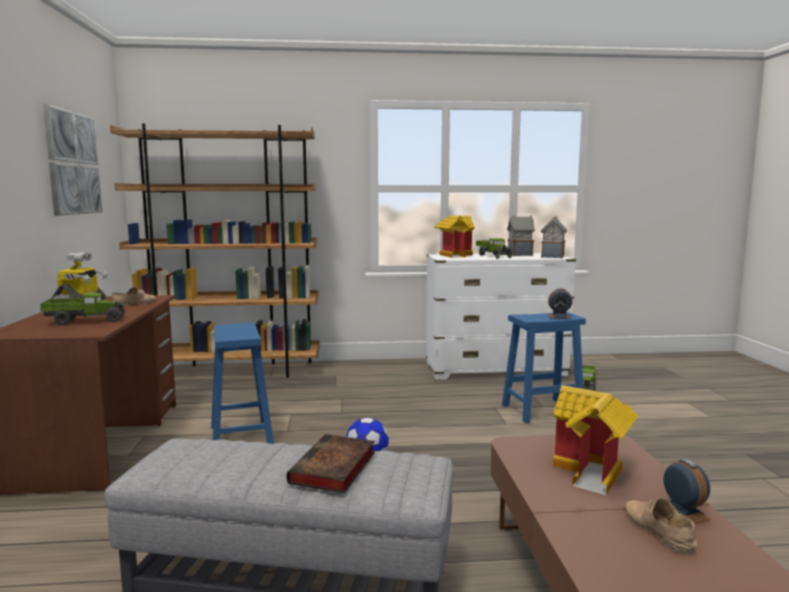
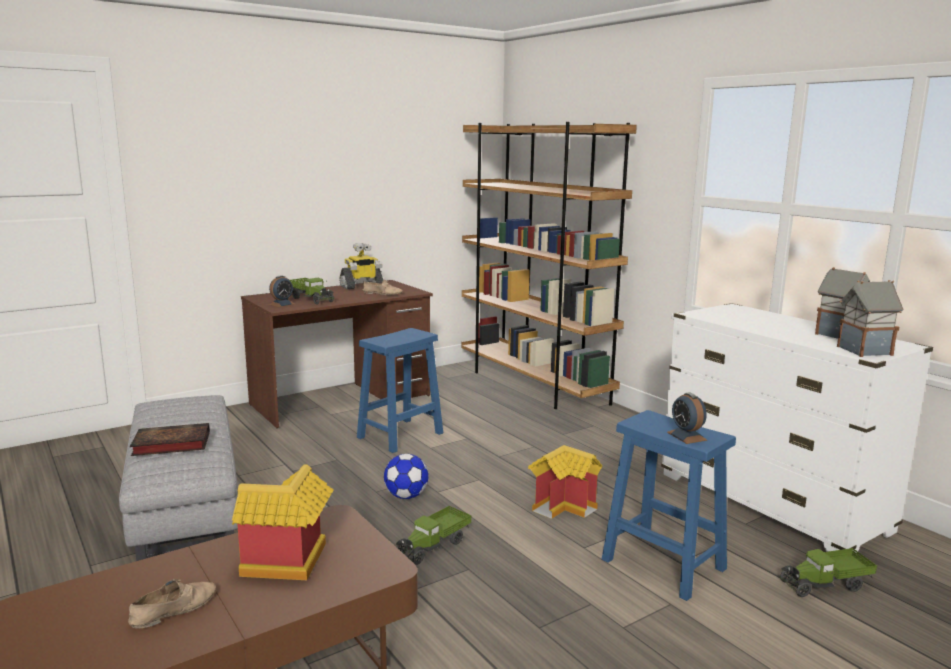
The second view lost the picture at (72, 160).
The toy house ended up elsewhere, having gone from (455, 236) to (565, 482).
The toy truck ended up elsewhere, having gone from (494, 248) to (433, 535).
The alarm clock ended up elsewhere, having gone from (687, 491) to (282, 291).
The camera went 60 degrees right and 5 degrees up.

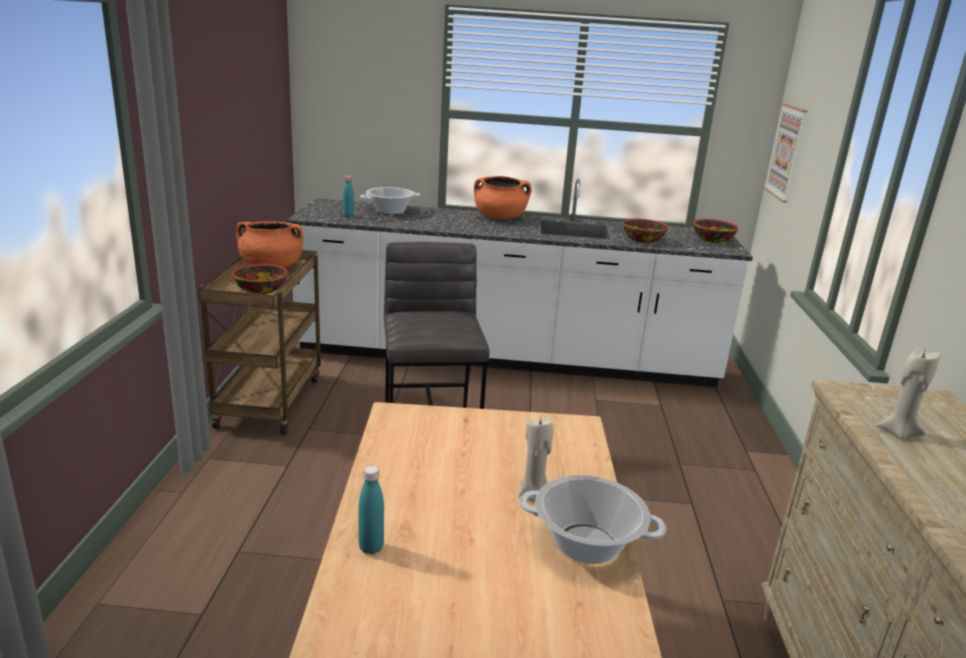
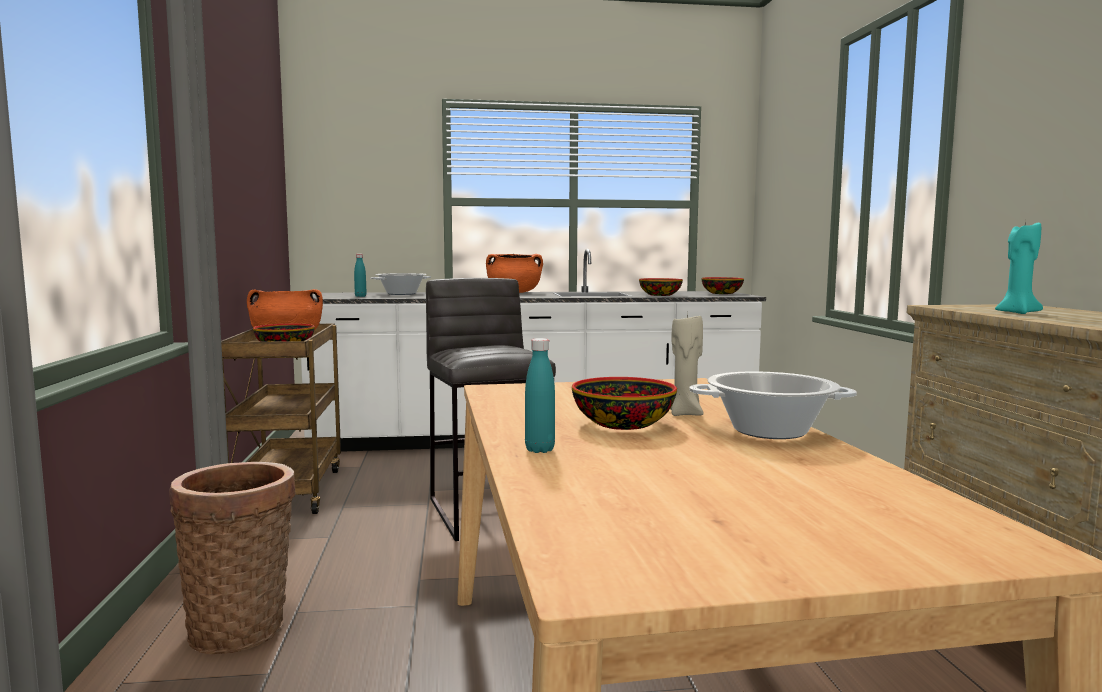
The second view lost the picture at (786, 153).
What was the beige candle at (908, 394) turned into the turquoise candle at (1019, 267).
The second view gained the basket at (232, 558).
The second view gained the bowl at (624, 403).
The camera went 10 degrees left and 15 degrees down.

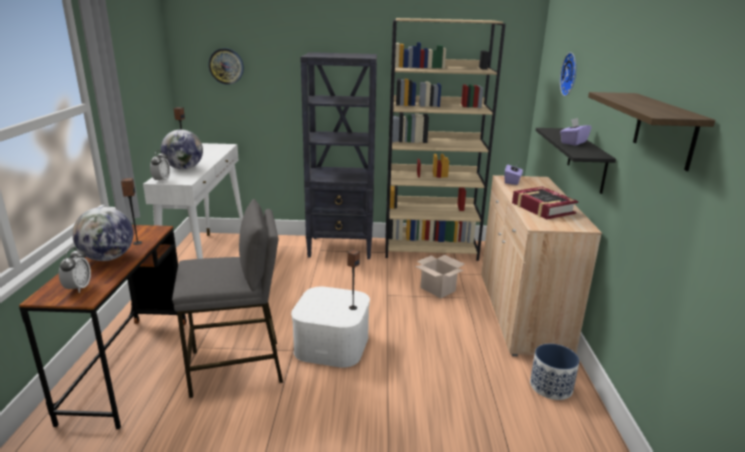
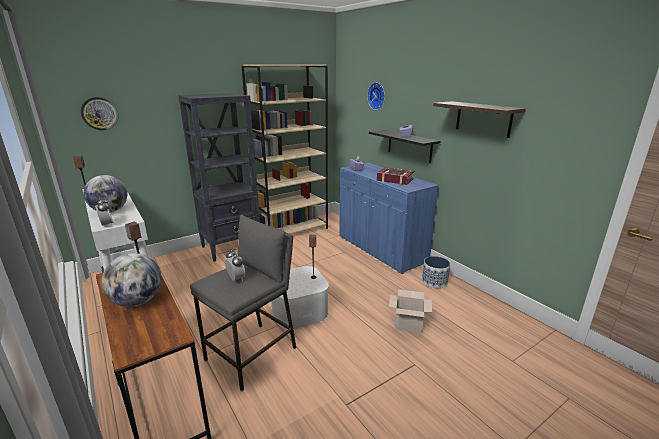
The alarm clock ended up elsewhere, having gone from (75, 270) to (235, 265).
The cardboard box ended up elsewhere, having gone from (439, 276) to (410, 311).
What was the beige cabinet at (541, 265) turned into the blue cabinet at (389, 218).
The camera went 35 degrees left and 0 degrees up.

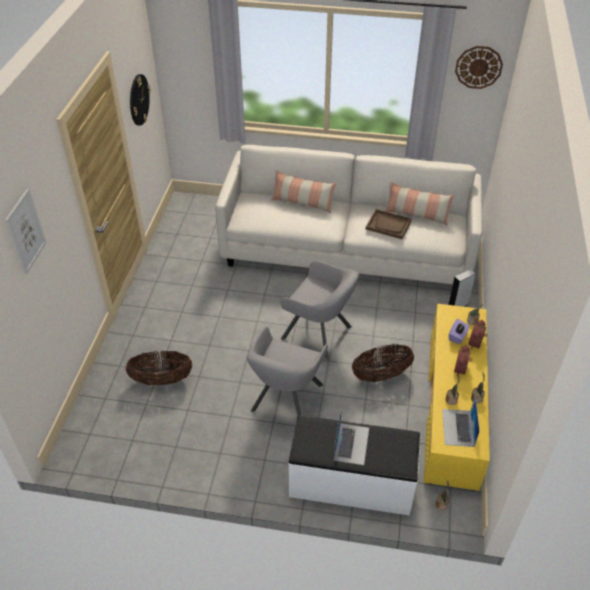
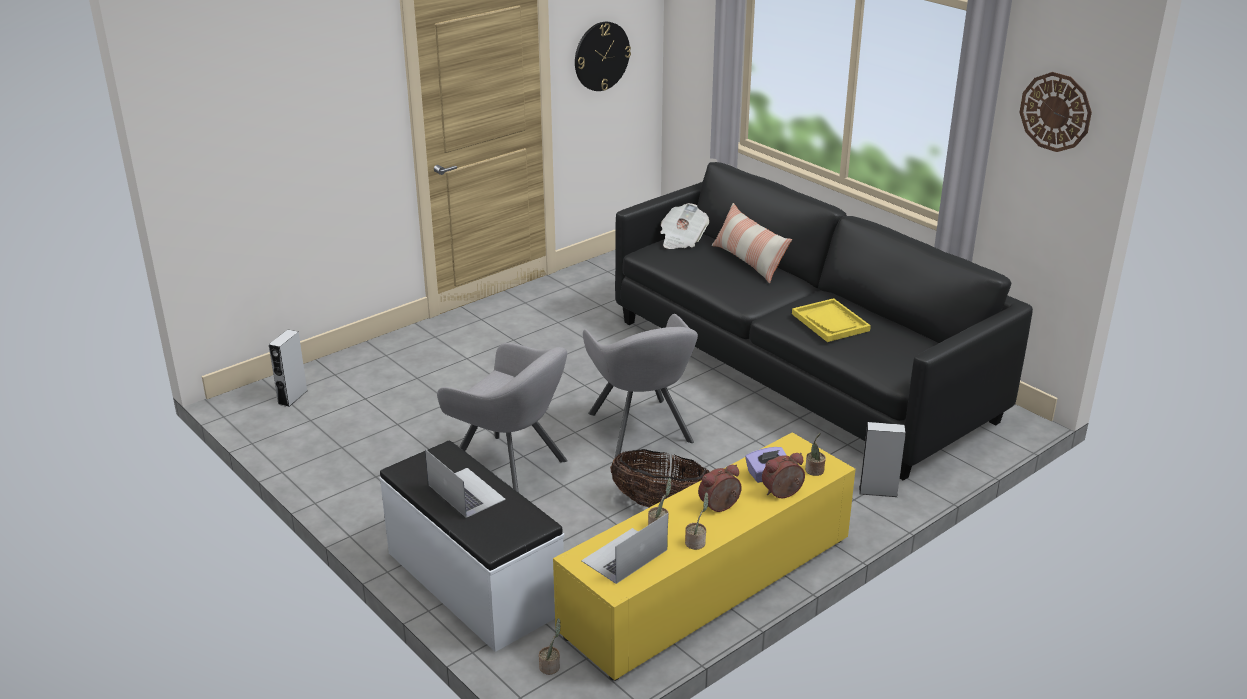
The second view lost the picture at (25, 232).
The second view lost the basket at (159, 368).
What was the white sofa at (348, 214) turned into the black sofa at (824, 321).
The grey armchair at (287, 371) ended up facing another way, 120 degrees counterclockwise from before.
The laptop at (351, 436) ended up facing another way, 90 degrees counterclockwise from before.
What was the brown tray at (389, 224) turned into the yellow tray at (831, 320).
The second view lost the pillow at (419, 204).
The second view gained the grey speaker at (288, 368).
The second view gained the newspaper at (684, 226).
The camera went 40 degrees right and 15 degrees down.

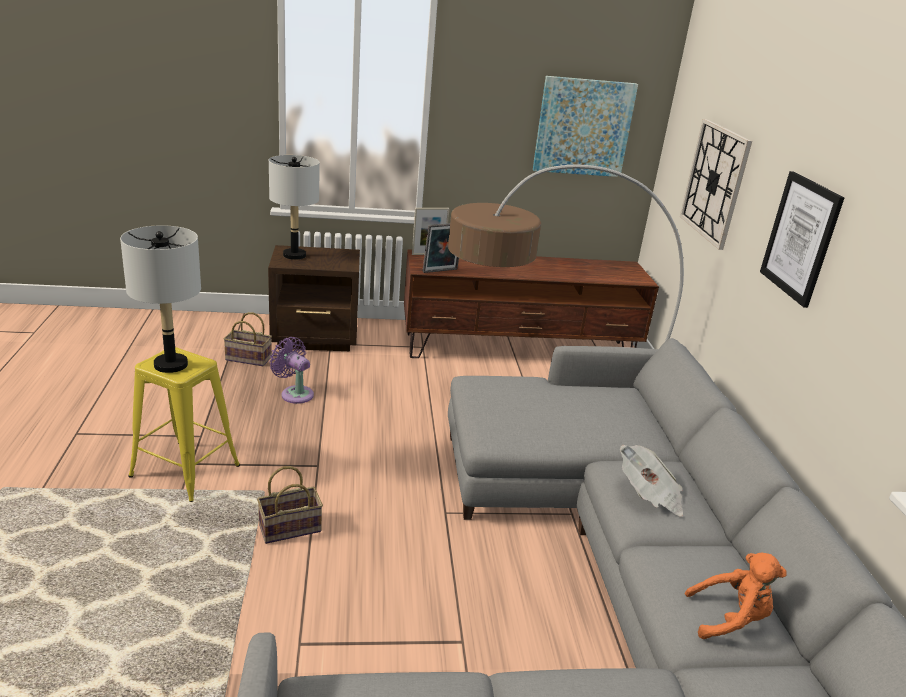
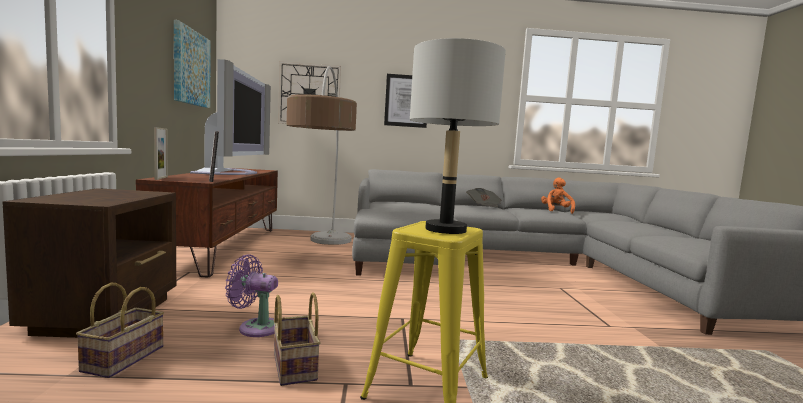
The basket ended up elsewhere, having gone from (290, 505) to (297, 339).
The second view lost the grey table lamp at (294, 207).
The purple fan at (291, 370) ended up facing another way, 60 degrees clockwise from before.
The second view gained the television at (230, 117).
The camera went 85 degrees left and 20 degrees down.

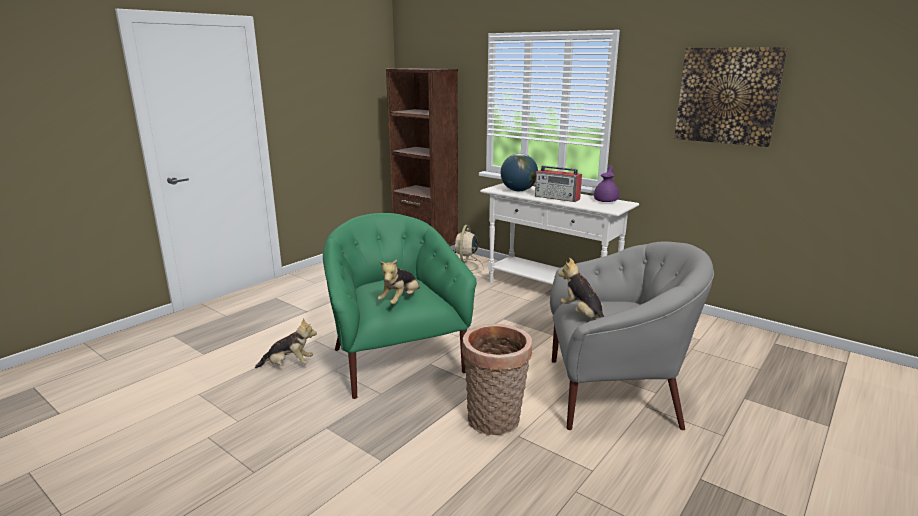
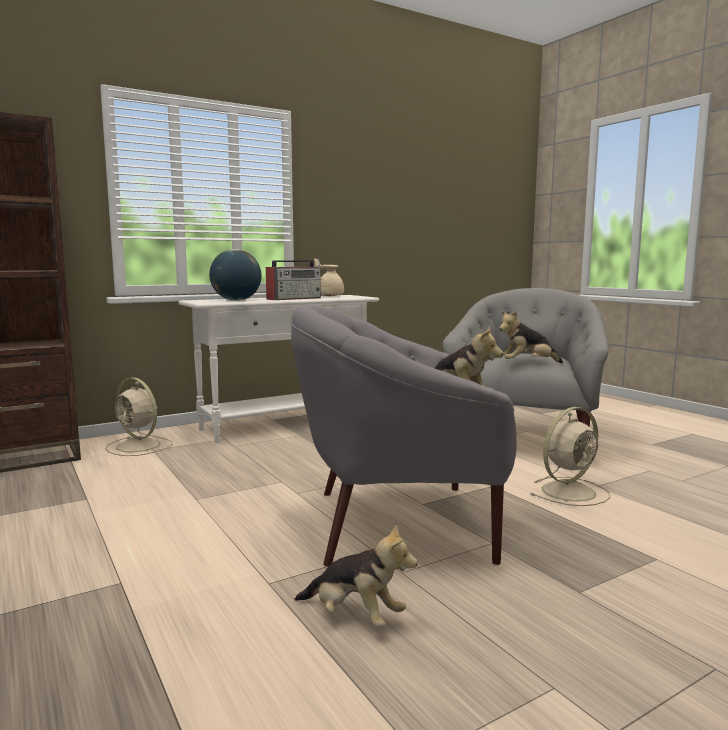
The plush toy at (286, 343) ended up facing another way, 105 degrees clockwise from before.
What was the green armchair at (400, 306) turned into the grey armchair at (403, 435).
Where the basket stood at (497, 379), the beige fan came to stand at (569, 456).
What was the purple teapot at (606, 183) turned into the beige teapot at (329, 277).
The second view lost the picture at (731, 97).
The camera went 70 degrees left and 10 degrees down.

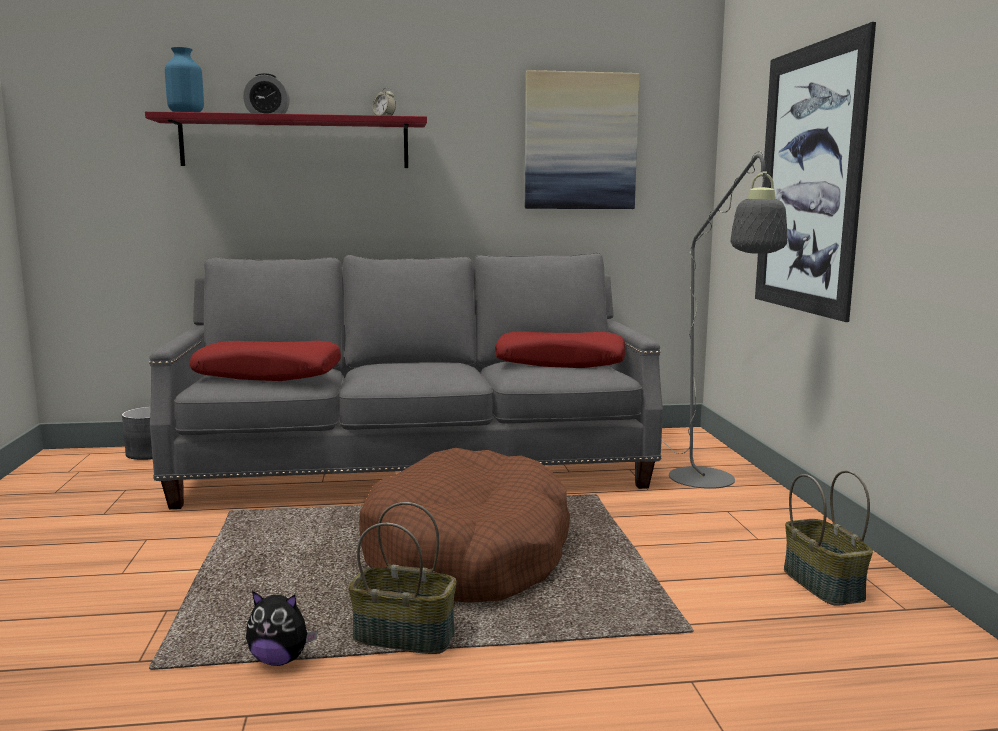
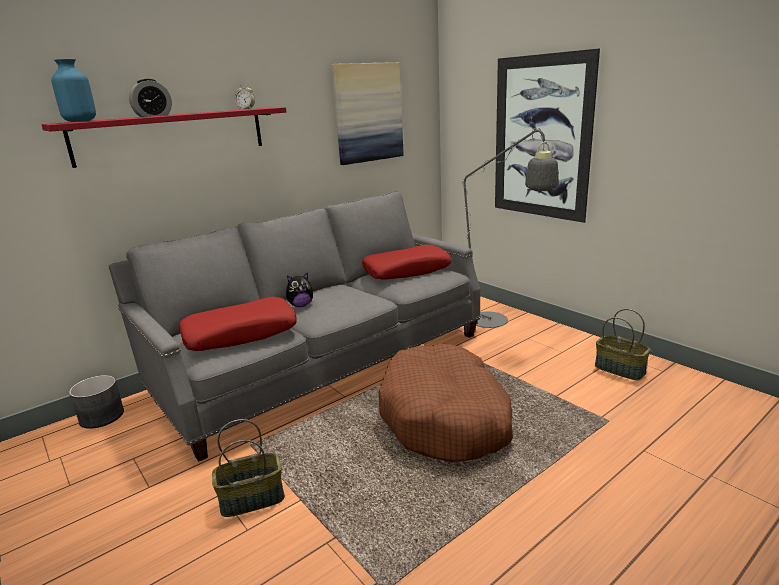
The plush toy ended up elsewhere, having gone from (281, 628) to (299, 289).
The basket ended up elsewhere, having gone from (402, 578) to (248, 468).
The camera went 30 degrees left and 10 degrees up.

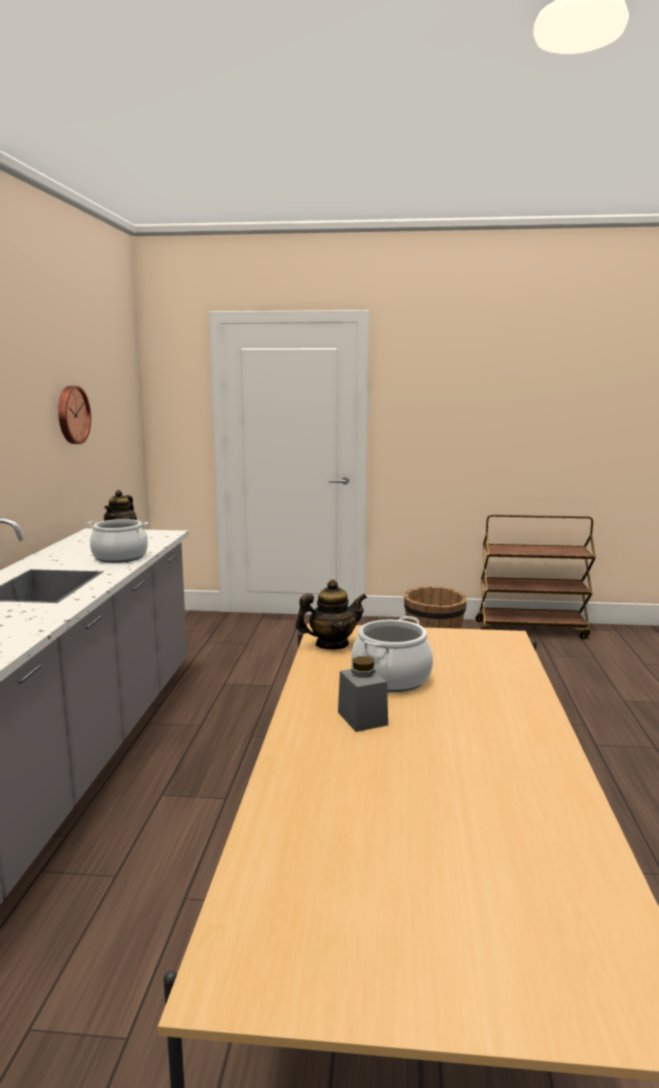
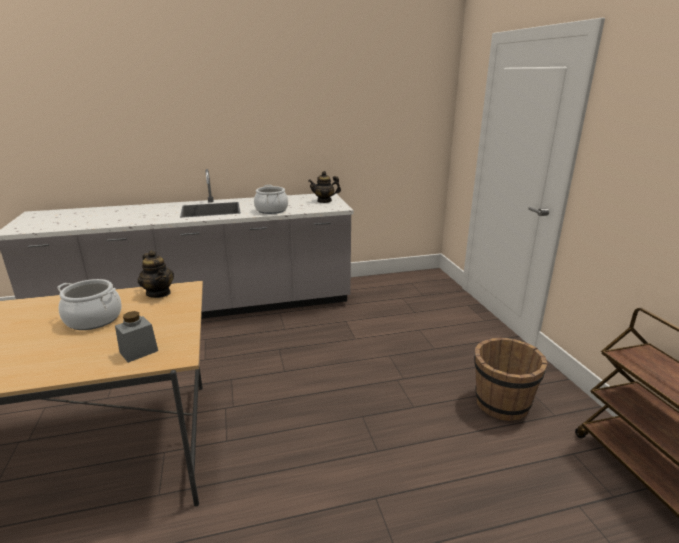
The second view lost the wall clock at (74, 415).
The grey jar ended up elsewhere, having gone from (363, 694) to (136, 337).
The camera went 70 degrees right and 10 degrees up.

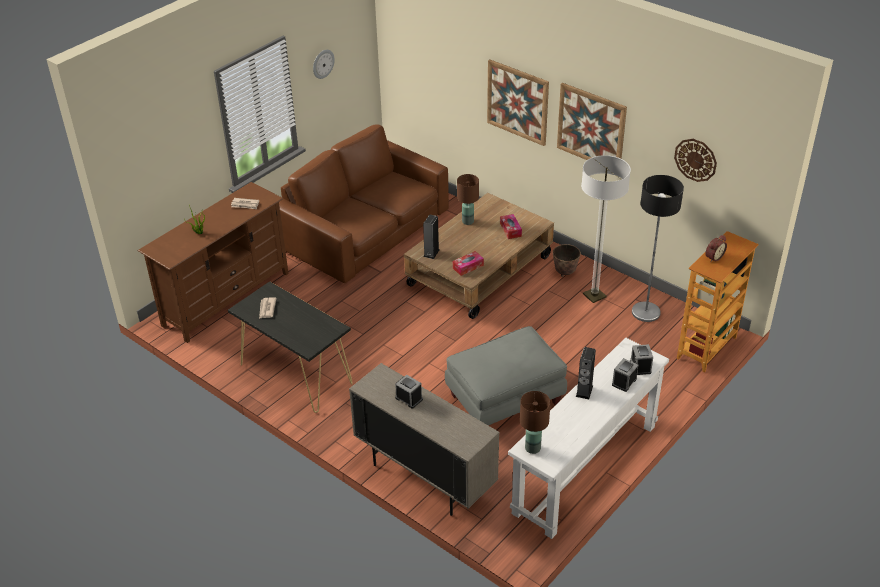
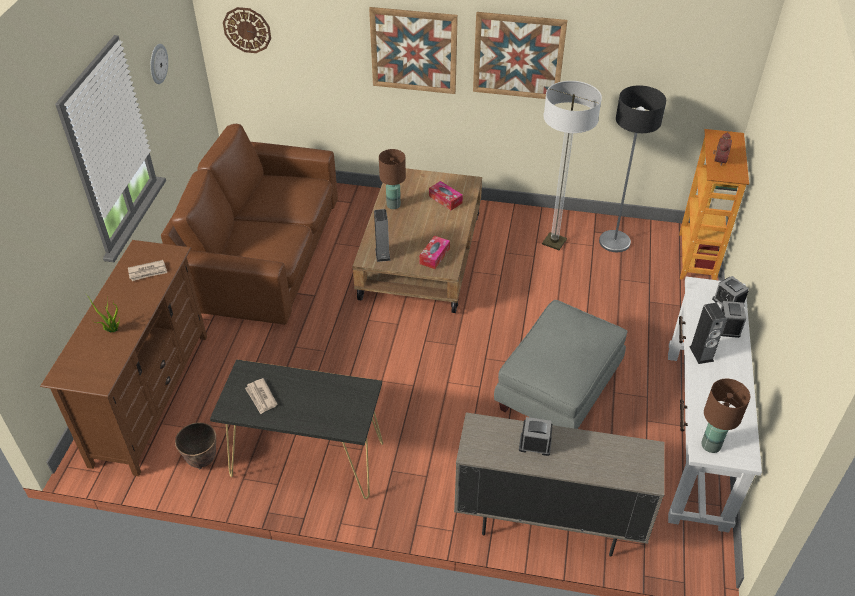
The planter ended up elsewhere, having gone from (567, 260) to (195, 445).
The wall clock ended up elsewhere, having gone from (695, 160) to (247, 30).
The camera went 30 degrees left and 5 degrees up.

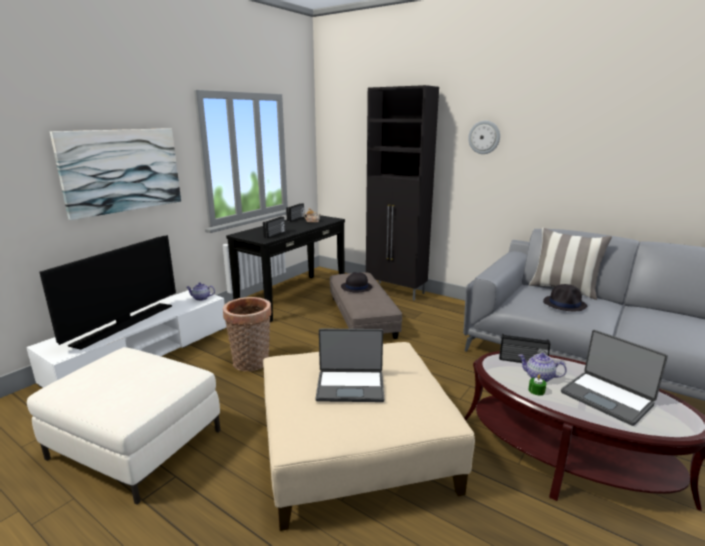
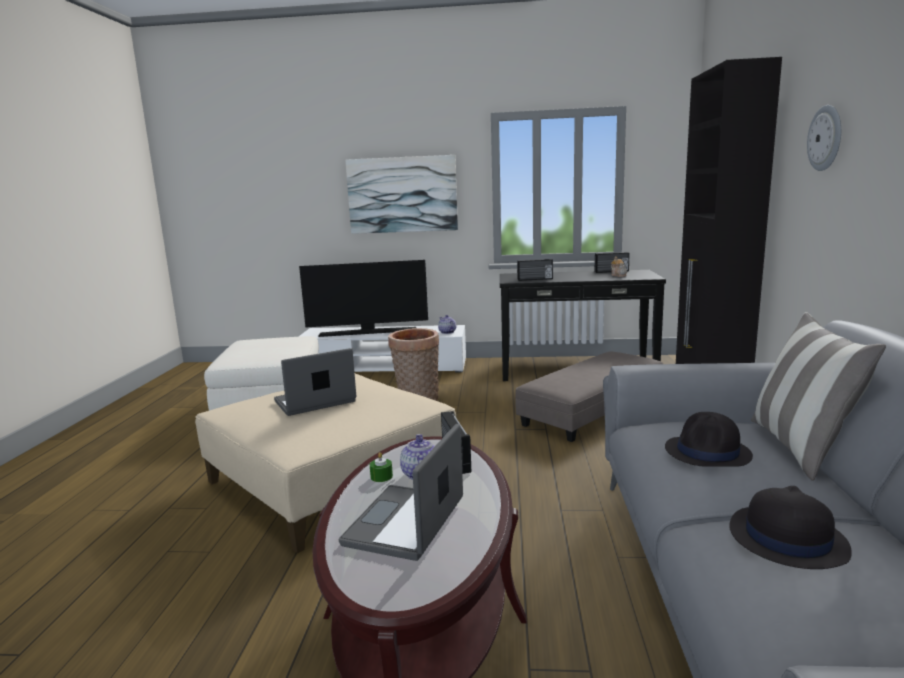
The laptop at (349, 365) ended up facing another way, 90 degrees clockwise from before.
The black hat ended up elsewhere, having gone from (356, 282) to (790, 527).
The camera went 60 degrees right and 5 degrees down.

